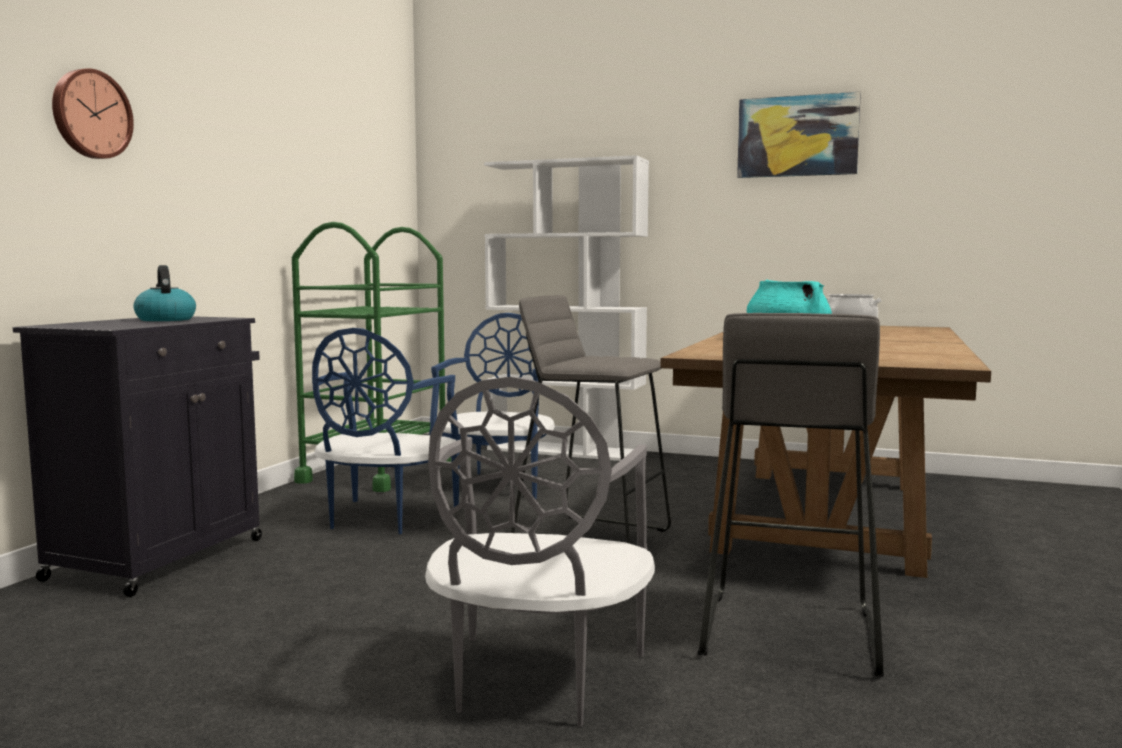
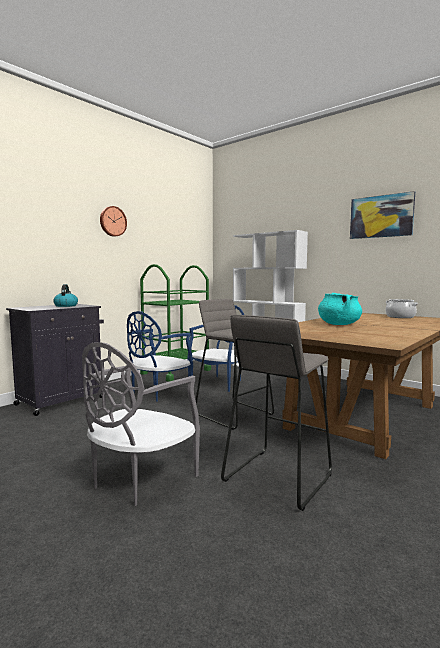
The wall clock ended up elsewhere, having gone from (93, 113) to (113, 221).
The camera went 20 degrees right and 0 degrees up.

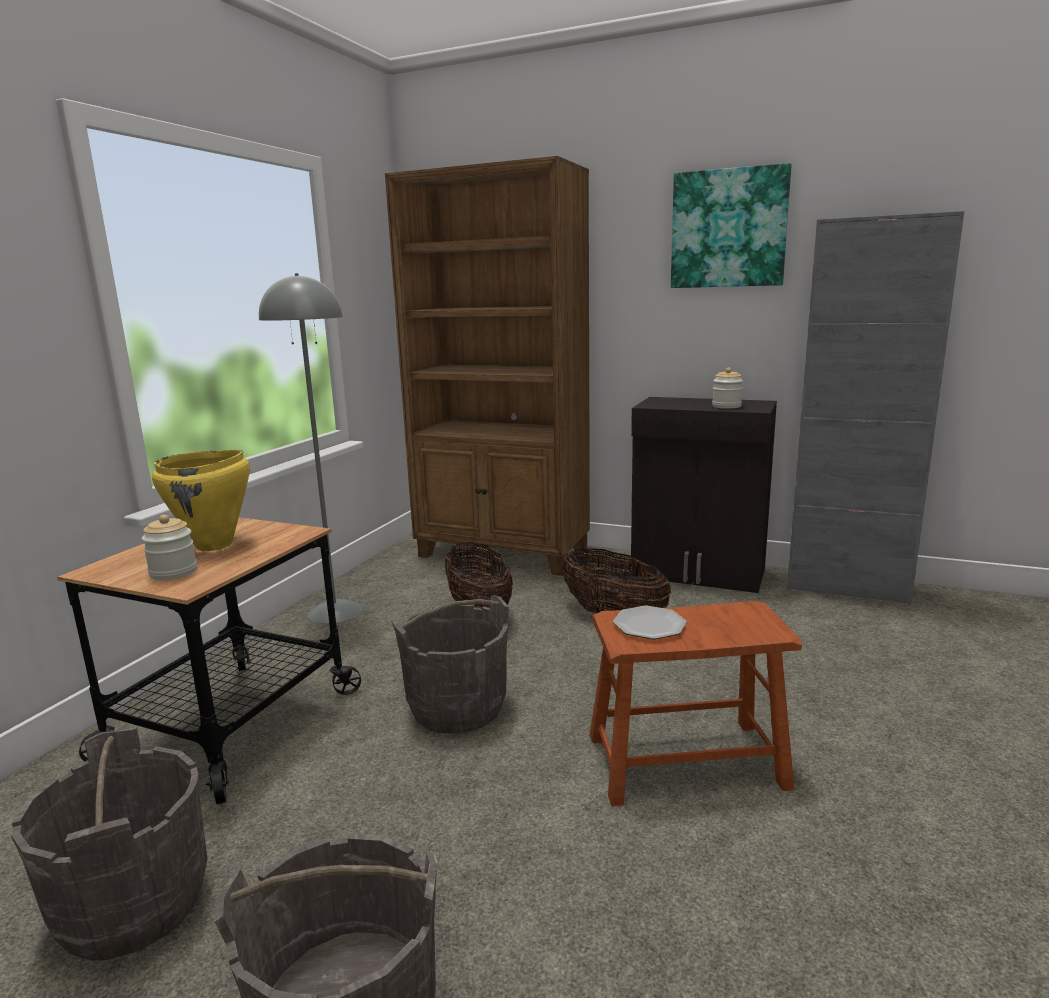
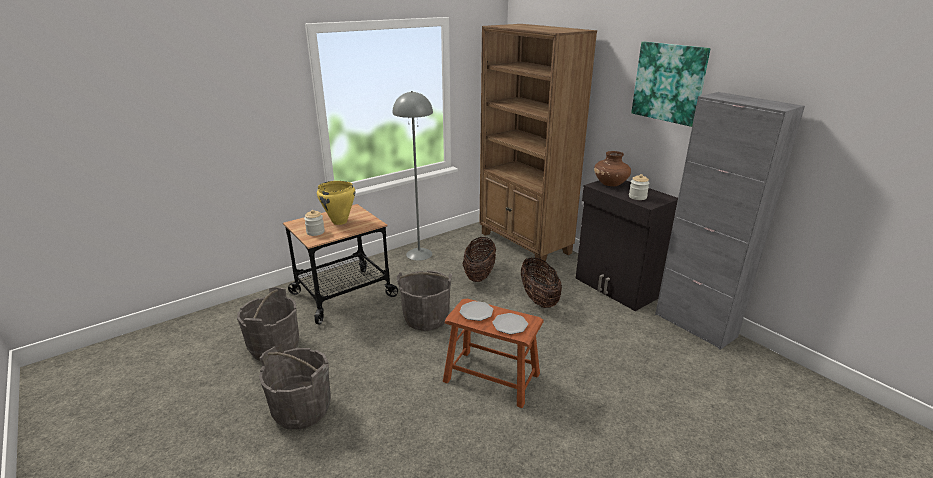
The second view gained the plate at (510, 323).
The second view gained the brown vase at (612, 168).
The camera went 30 degrees right and 10 degrees up.

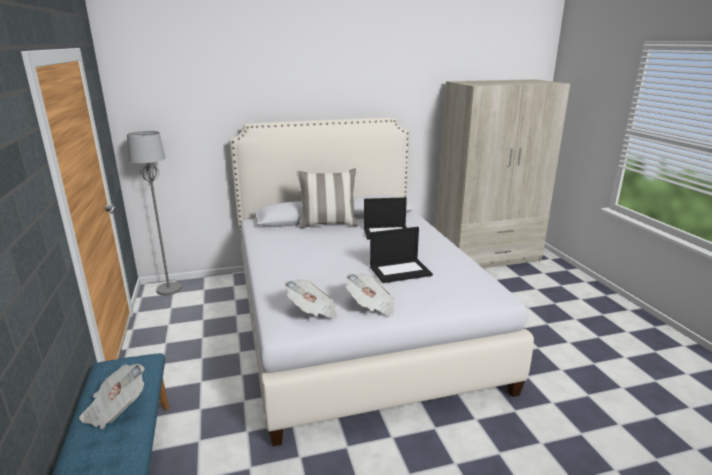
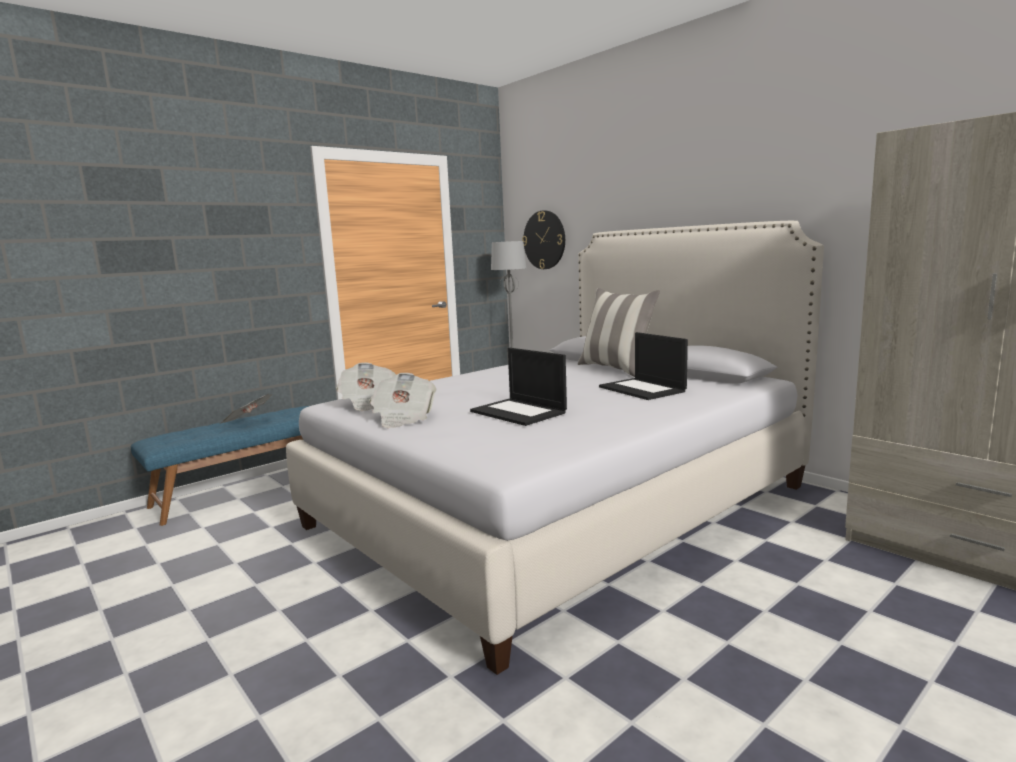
The second view gained the wall clock at (543, 239).
The camera went 65 degrees right and 10 degrees down.

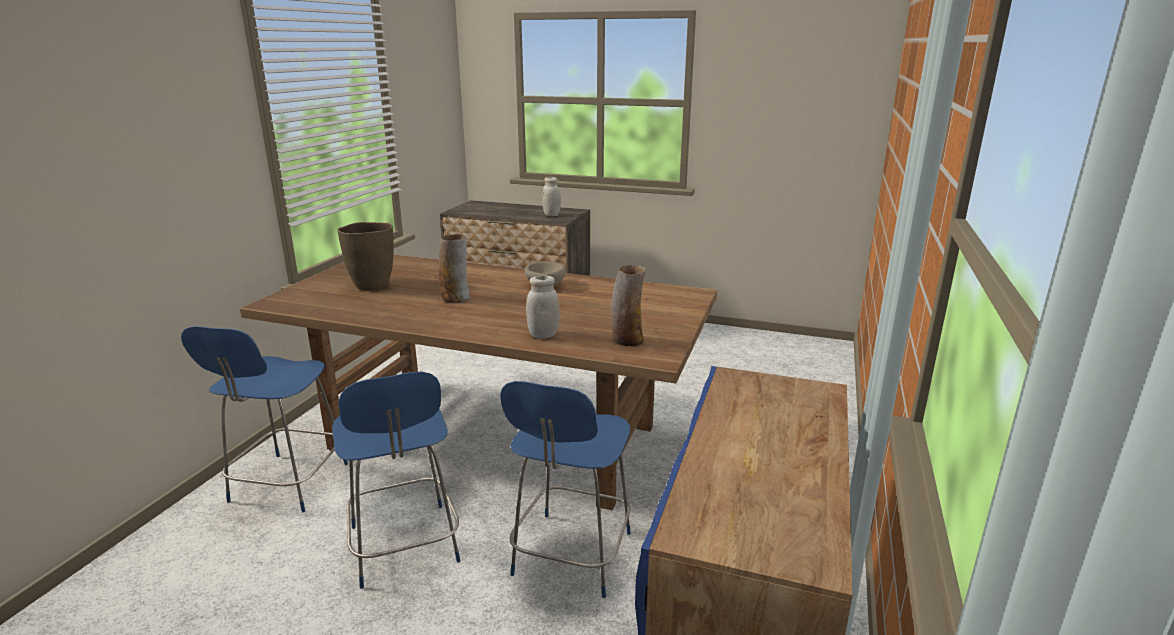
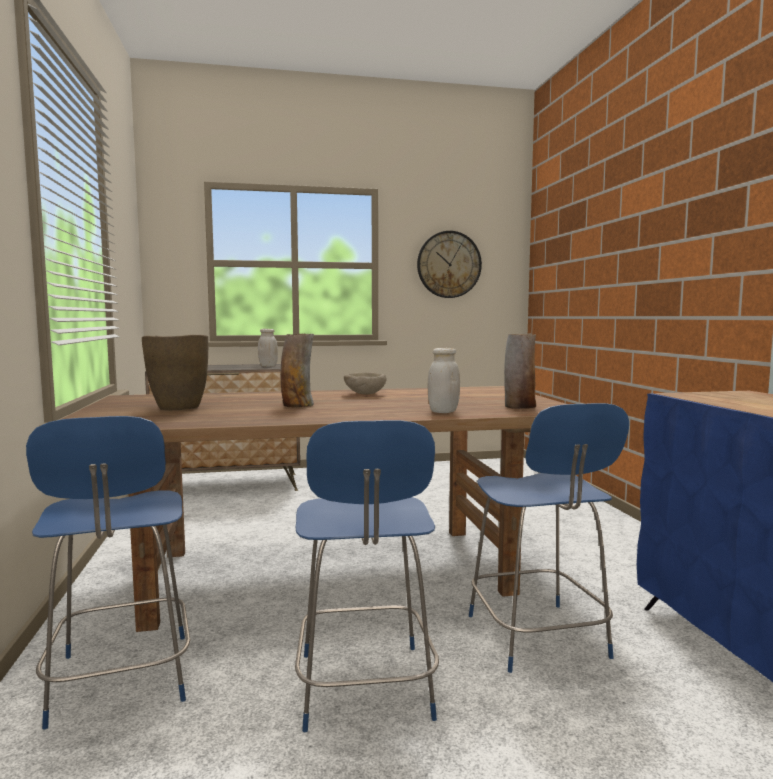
The blue chair at (396, 480) ended up facing another way, 45 degrees clockwise from before.
The second view gained the wall clock at (449, 264).
The camera went 30 degrees left and 15 degrees down.

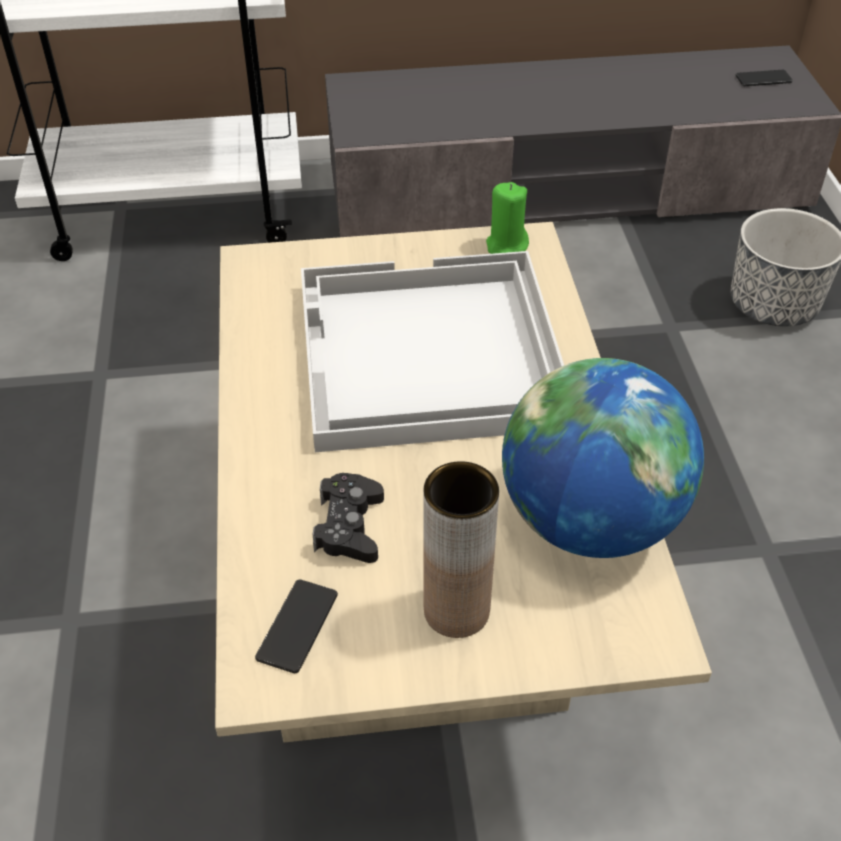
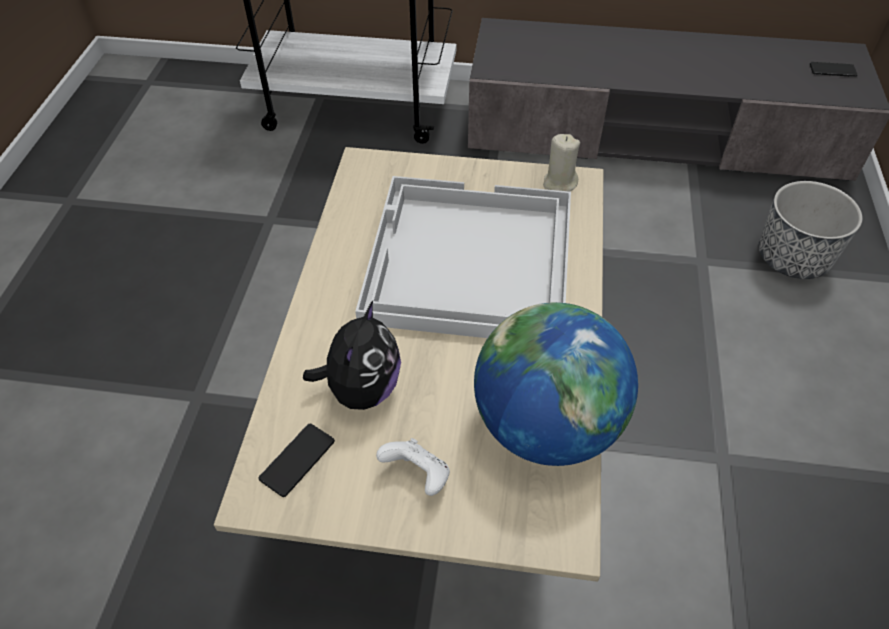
Where the black game controller stood at (348, 518), the plush toy came to stand at (352, 355).
Where the brown vase stood at (461, 549), the white game controller came to stand at (413, 467).
What was the green candle at (507, 218) turned into the beige candle at (561, 163).
The camera went 15 degrees right and 5 degrees up.

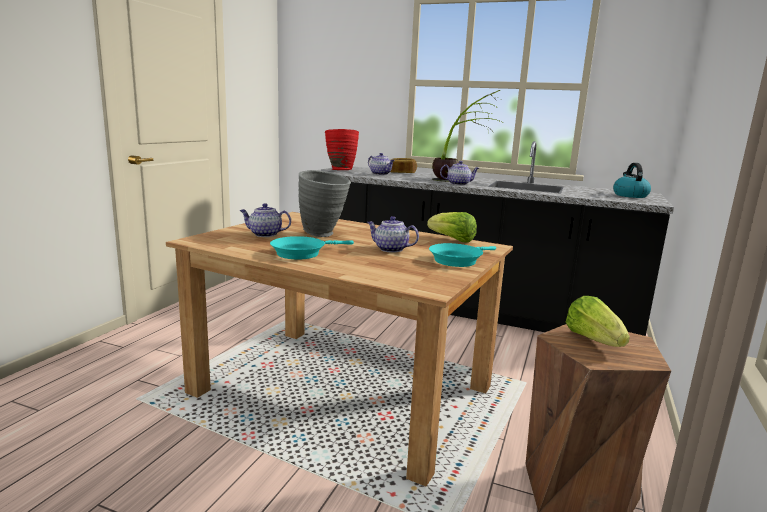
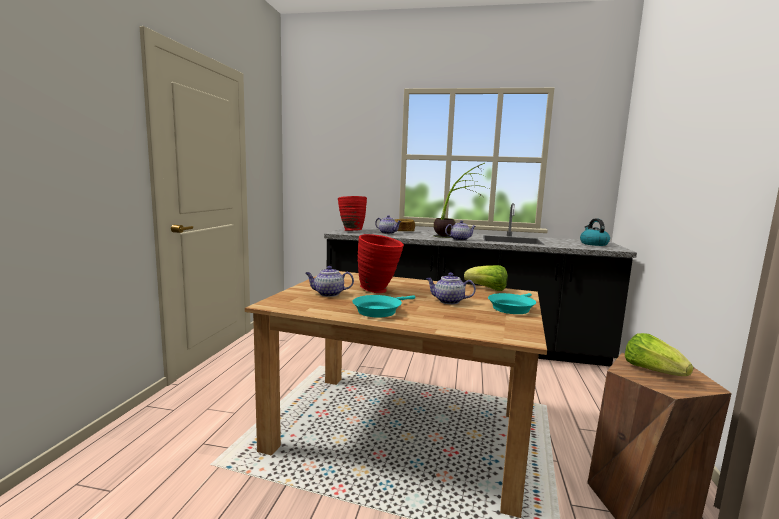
What was the grey vase at (324, 203) turned into the red vase at (381, 263).
The camera went 10 degrees left and 5 degrees down.

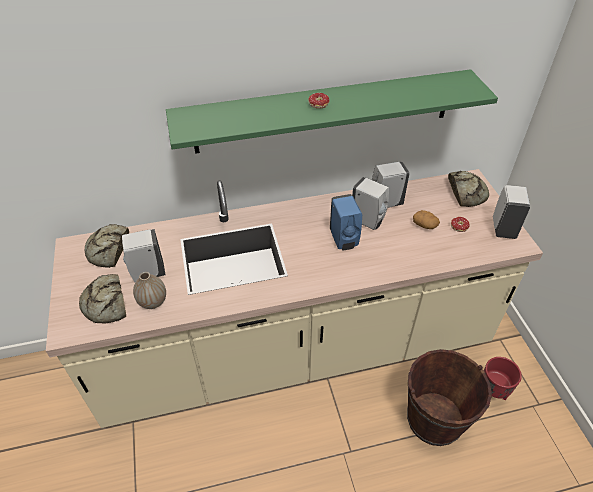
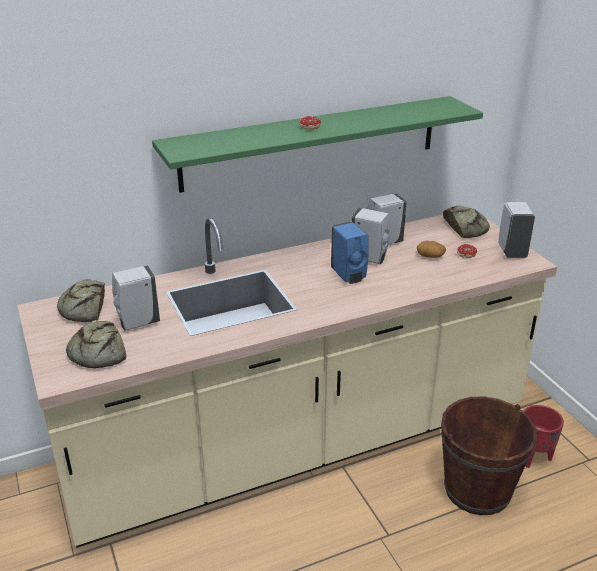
The second view lost the vase at (149, 290).
The camera went 10 degrees left and 15 degrees down.

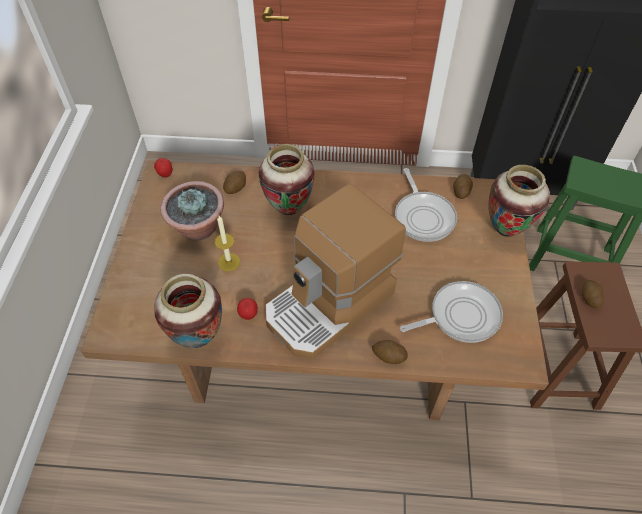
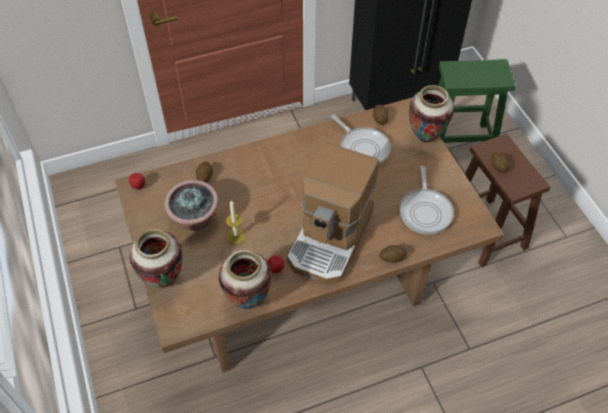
The vase ended up elsewhere, having gone from (287, 180) to (156, 258).
The frying pan at (451, 312) ended up facing another way, 135 degrees clockwise from before.
The camera went 25 degrees left and 0 degrees up.

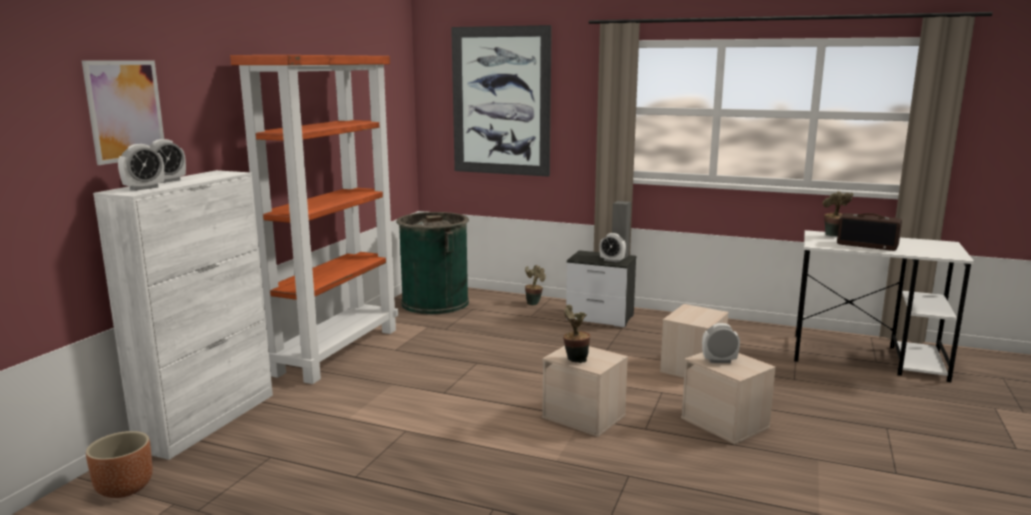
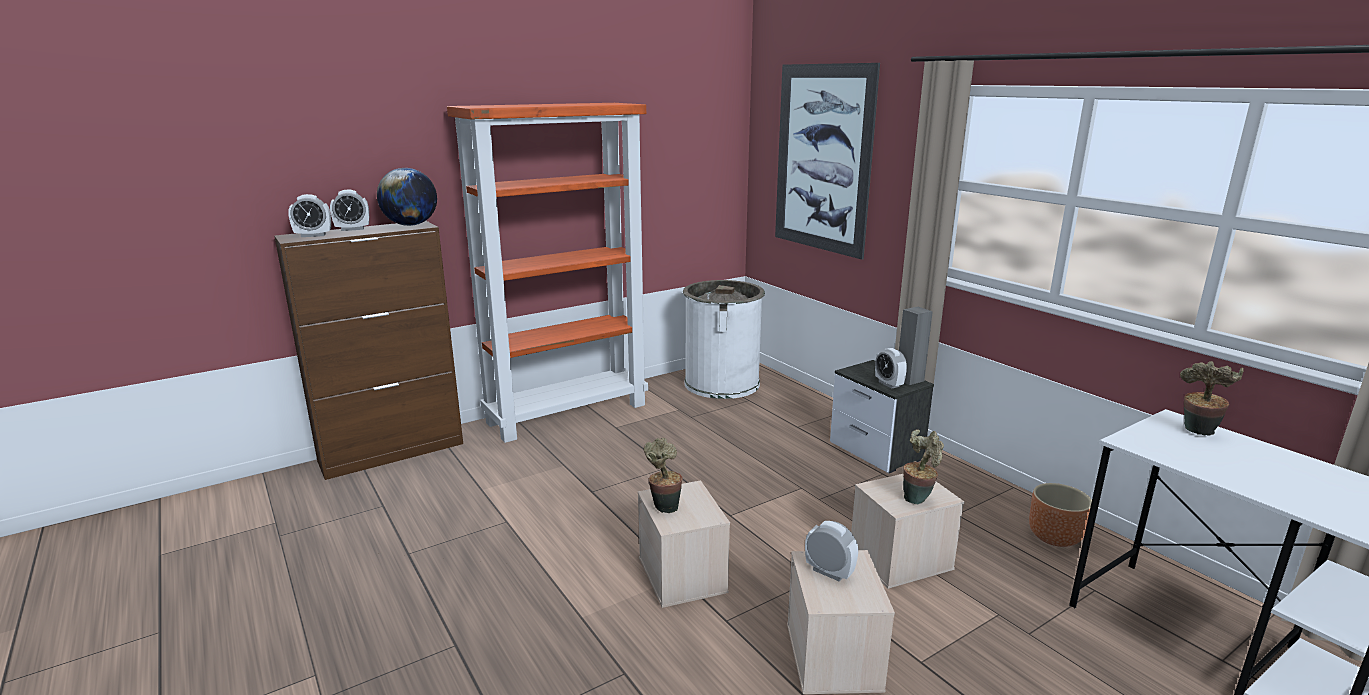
The second view lost the picture at (123, 112).
The brown planter ended up elsewhere, having gone from (119, 464) to (1060, 515).
What was the white cabinet at (183, 315) turned into the brown cabinet at (368, 350).
What was the green trash can at (432, 263) turned into the white trash can at (724, 339).
The potted plant ended up elsewhere, having gone from (535, 285) to (923, 466).
The second view lost the radio at (869, 232).
The second view gained the globe at (407, 197).
The camera went 35 degrees right and 5 degrees up.

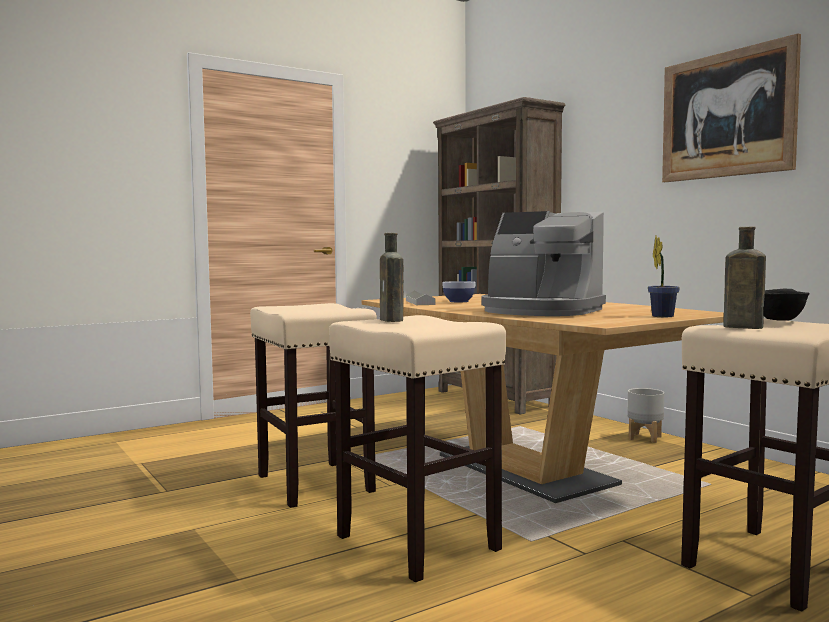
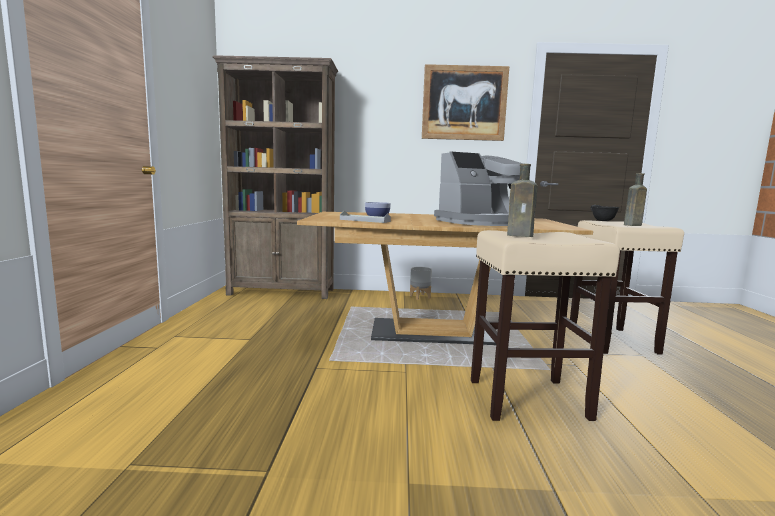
The second view lost the beige stool at (313, 405).
The second view lost the potted plant at (664, 276).
The camera went 55 degrees left and 5 degrees up.

